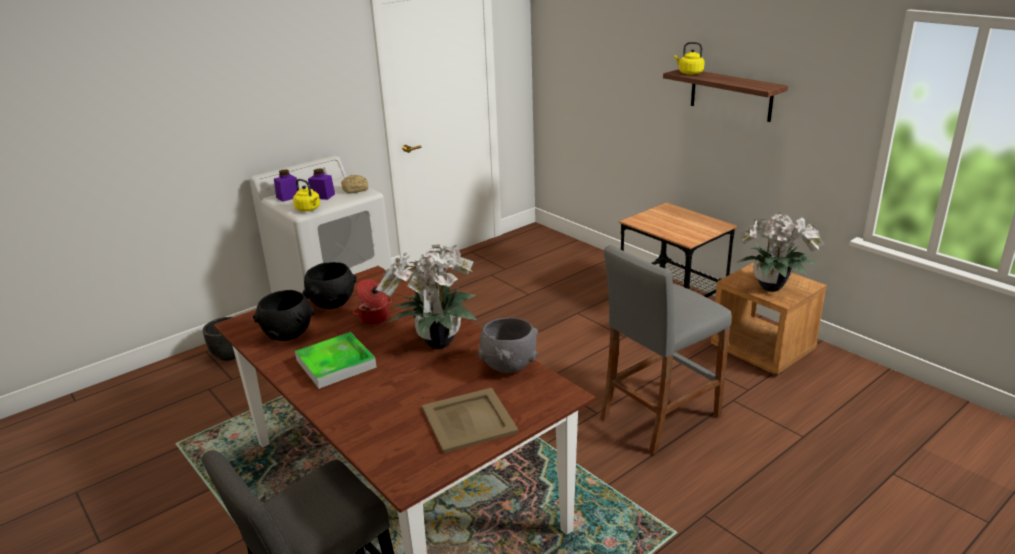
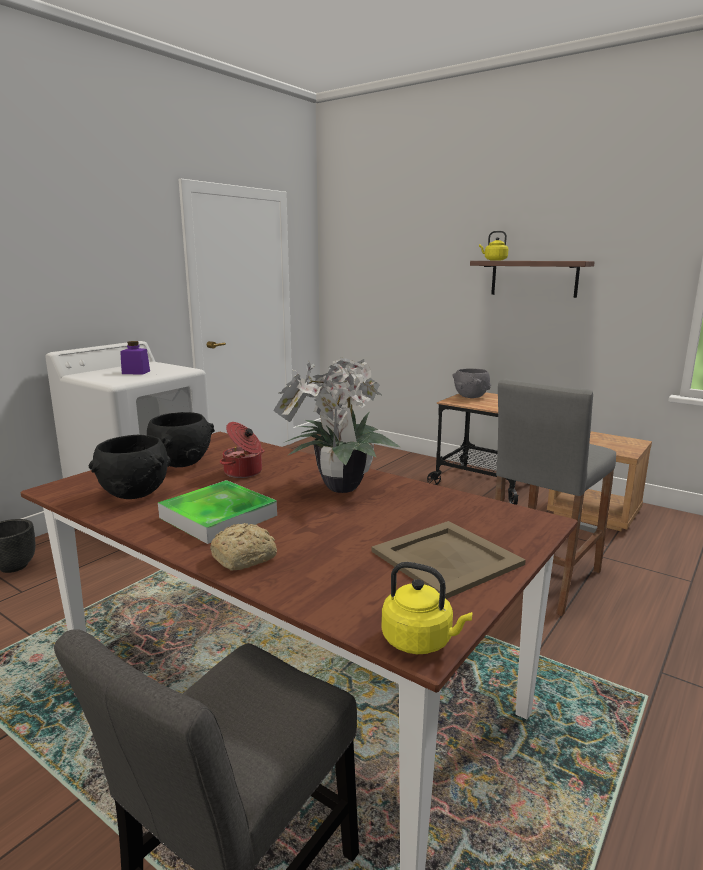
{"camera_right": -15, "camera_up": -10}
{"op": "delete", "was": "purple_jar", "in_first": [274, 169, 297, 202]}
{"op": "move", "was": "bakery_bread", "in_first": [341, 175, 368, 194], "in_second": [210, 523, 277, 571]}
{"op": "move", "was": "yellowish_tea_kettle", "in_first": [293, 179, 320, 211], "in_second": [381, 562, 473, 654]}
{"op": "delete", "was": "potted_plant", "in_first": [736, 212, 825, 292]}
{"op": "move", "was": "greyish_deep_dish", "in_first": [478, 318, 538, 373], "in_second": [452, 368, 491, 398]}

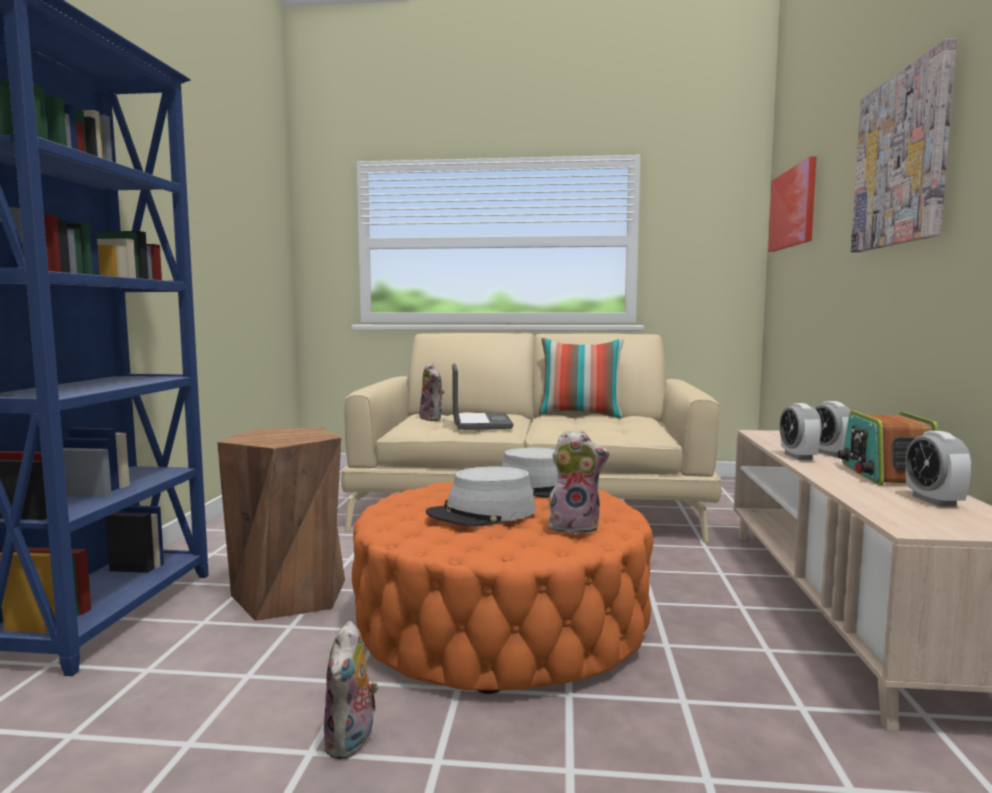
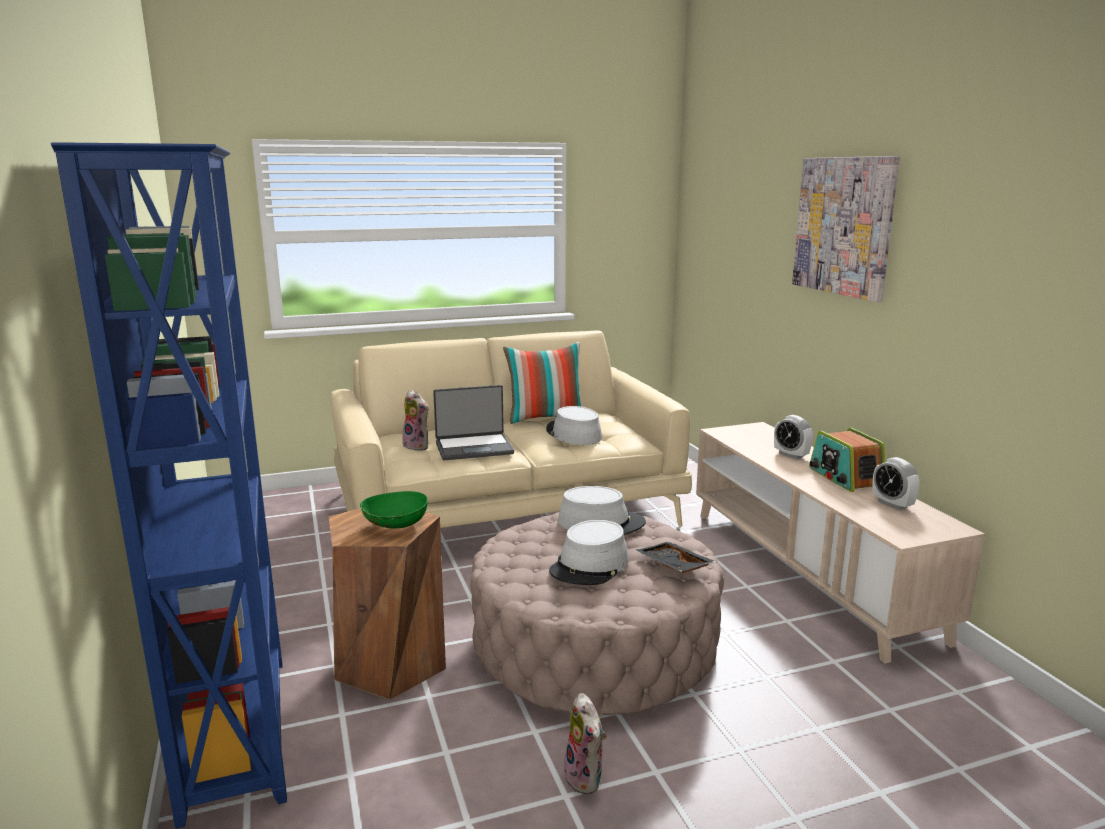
{"camera_right": -25, "camera_up": 10}
{"op": "delete", "was": "picture", "in_first": [768, 156, 816, 252]}
{"op": "rotate", "was": "notebook_computer", "in_first": [452, 363, 513, 430], "in_second": [433, 385, 514, 460], "clockwise": 105}
{"op": "delete", "was": "bedside_clock", "in_first": [779, 403, 822, 460]}
{"op": "replace", "was": "soft_toy", "now": "black-coloured_serving_tray", "in_first": [548, 430, 610, 534], "in_second": [636, 541, 716, 573]}
{"op": "recolor", "was": "orange-coloured_ottoman", "now": "sand-coloured_ottoman", "in_first": [352, 481, 654, 694], "in_second": [470, 512, 724, 715]}
{"op": "insert", "now": "greyish_wearable_hat", "in_second": [546, 406, 602, 445]}
{"op": "insert", "now": "greenish_deep_dish", "in_second": [360, 491, 428, 529]}

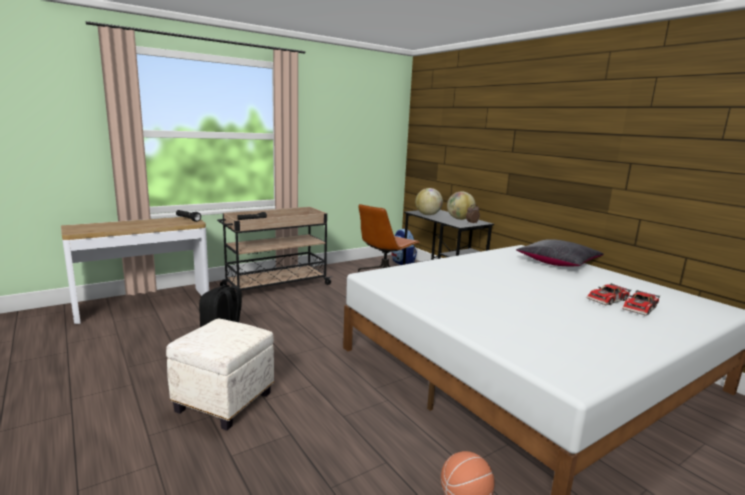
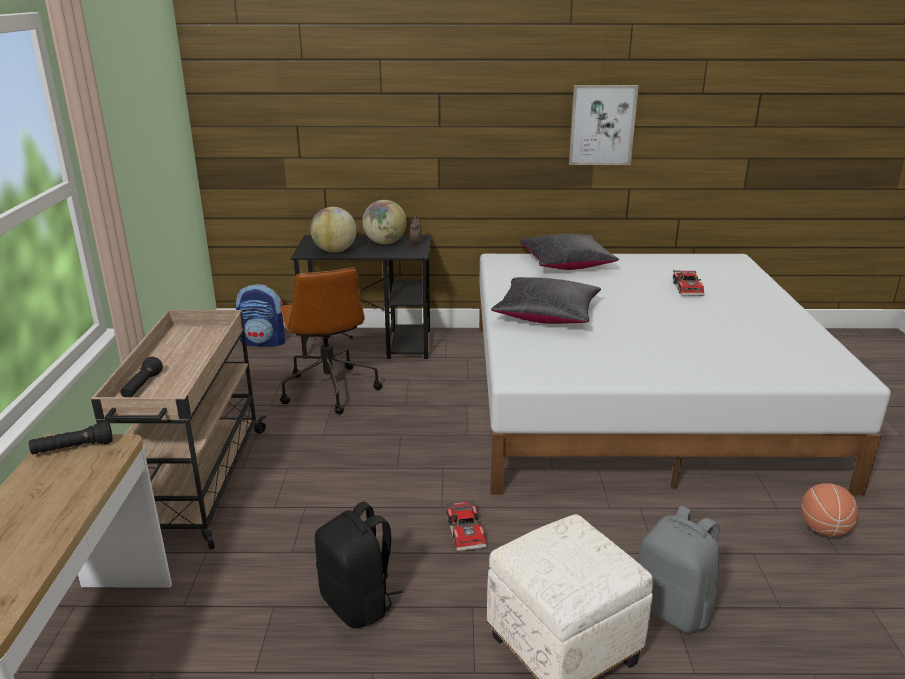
{"camera_right": -55, "camera_up": 10}
{"op": "move", "was": "toy_car", "in_first": [622, 290, 660, 316], "in_second": [446, 500, 487, 551]}
{"op": "insert", "now": "picture", "in_second": [569, 85, 639, 165]}
{"op": "insert", "now": "black-coloured_cushion", "in_second": [491, 277, 601, 324]}
{"op": "insert", "now": "greyish_backpack", "in_second": [638, 505, 720, 633]}

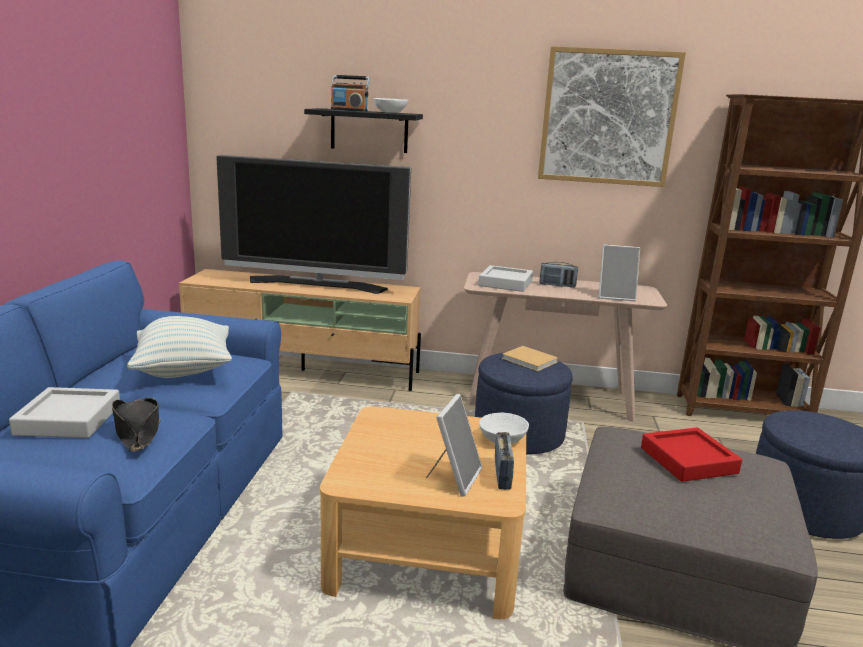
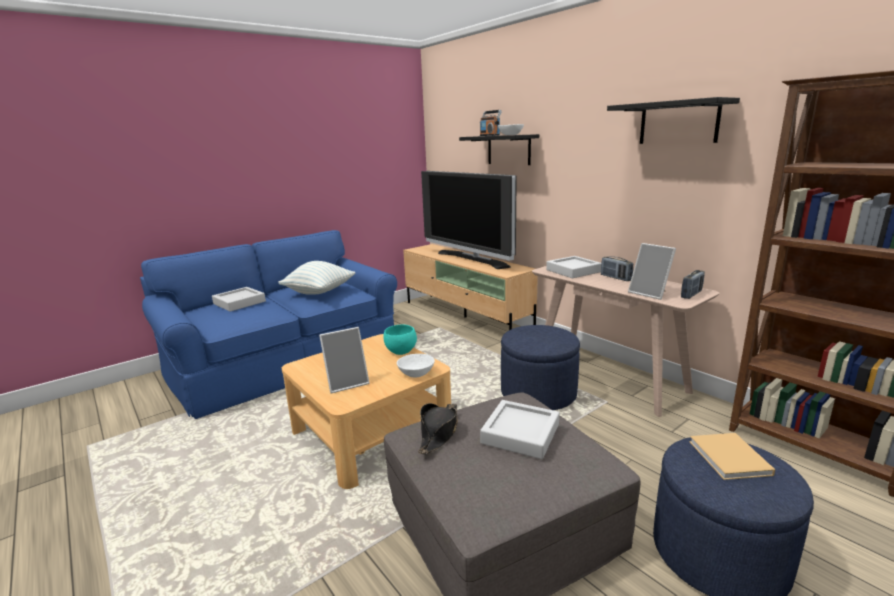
{"camera_right": 45, "camera_up": 0}
{"op": "replace", "was": "picture", "now": "black-coloured_wall_shelf", "in_first": [538, 46, 686, 187], "in_second": [607, 97, 740, 144]}
{"op": "move", "was": "sand-coloured_bound_book", "in_first": [502, 346, 558, 371], "in_second": [689, 433, 775, 480]}
{"op": "move", "was": "black-coloured_wearable_hat", "in_first": [112, 398, 160, 452], "in_second": [418, 403, 458, 454]}
{"op": "recolor", "was": "reddish_serving_tray", "now": "greyish_serving_tray", "in_first": [641, 428, 742, 482], "in_second": [480, 400, 559, 459]}
{"op": "move", "was": "radio_receiver", "in_first": [495, 432, 514, 490], "in_second": [681, 270, 705, 299]}
{"op": "insert", "now": "turquoise-coloured_deep_dish", "in_second": [384, 325, 417, 355]}

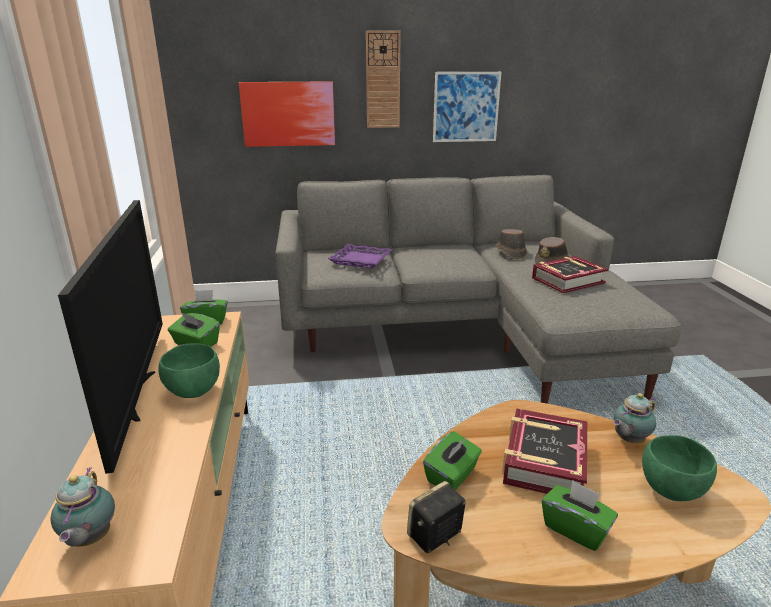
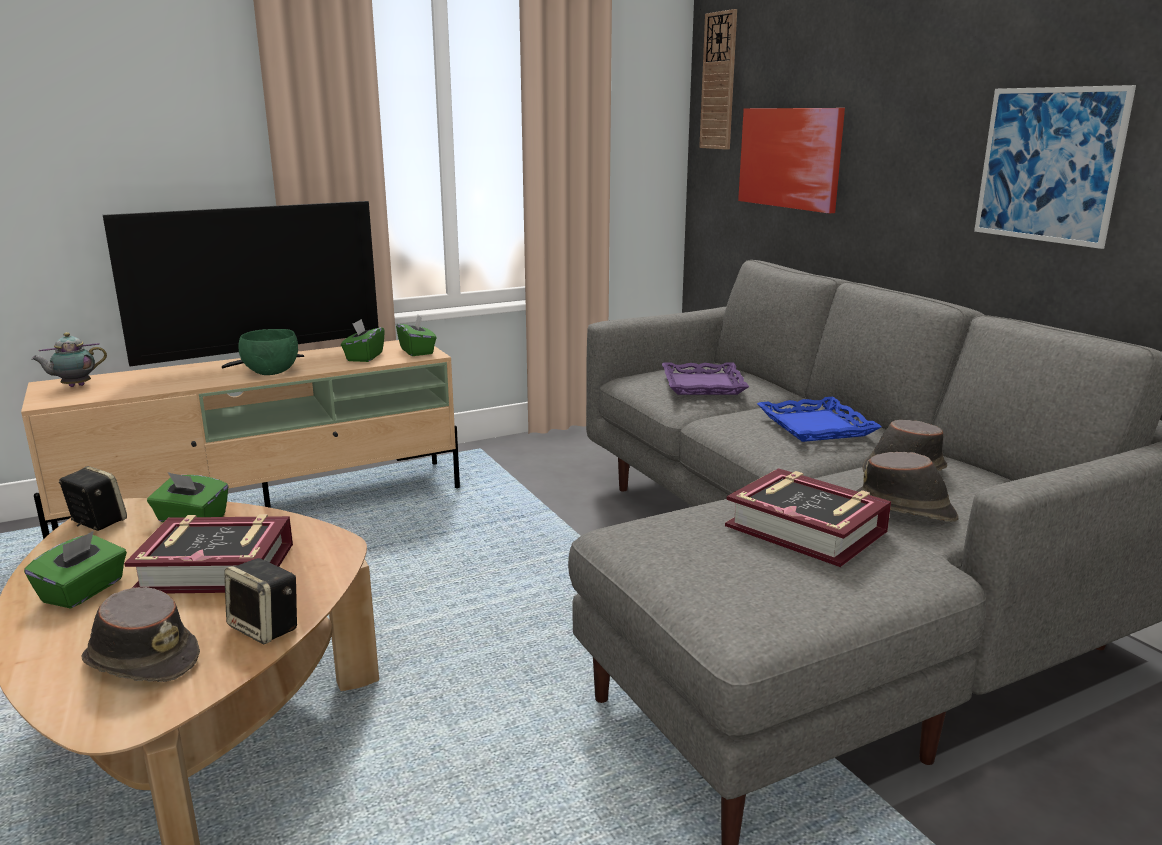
{"camera_right": 70, "camera_up": -5}
{"op": "move", "was": "wall_clock", "in_first": [366, 30, 401, 128], "in_second": [699, 9, 737, 150]}
{"op": "replace", "was": "tea_pot", "now": "loudspeaker", "in_first": [613, 393, 656, 443], "in_second": [224, 558, 297, 644]}
{"op": "replace", "was": "greenish_deep_dish", "now": "brownish_wearable_hat", "in_first": [642, 435, 717, 501], "in_second": [81, 587, 200, 682]}
{"op": "insert", "now": "bluish_serving_tray", "in_second": [757, 397, 882, 442]}

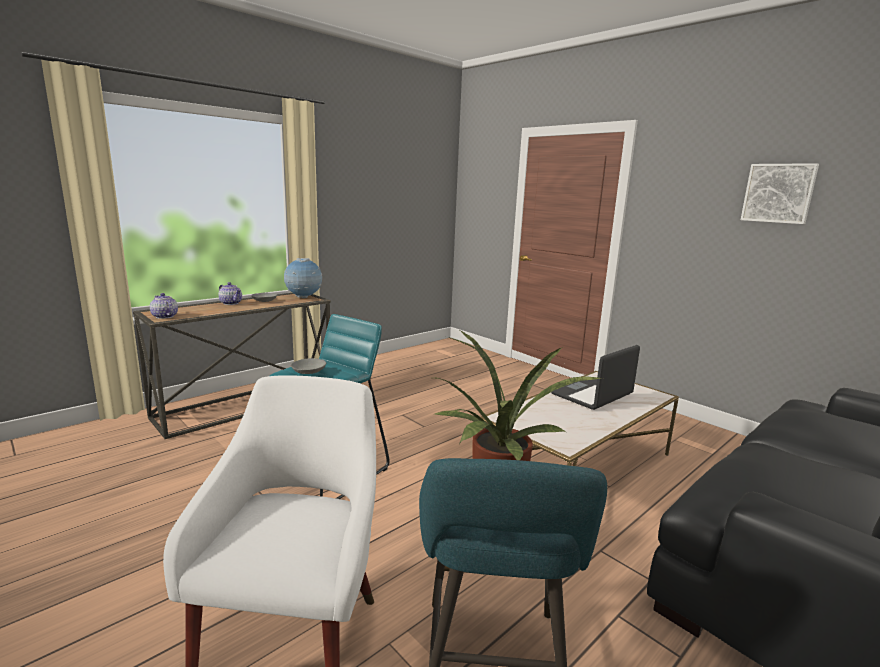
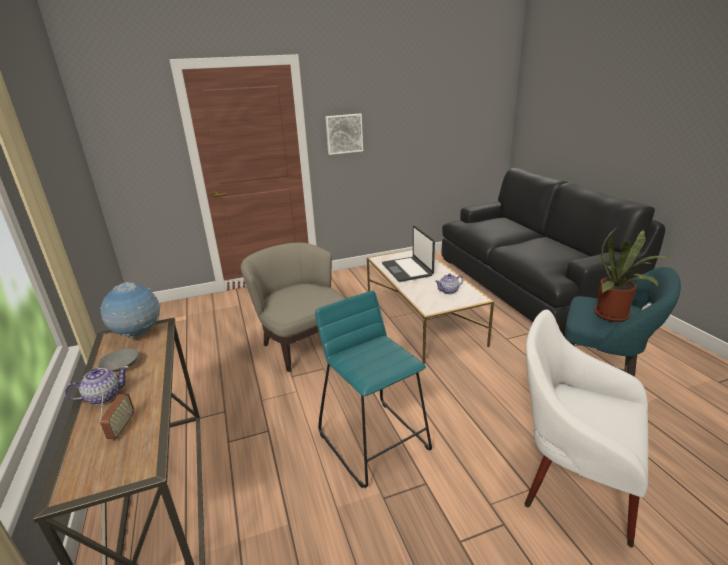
{"camera_right": -65, "camera_up": 10}
{"op": "move", "was": "picture", "in_first": [741, 163, 819, 224], "in_second": [325, 114, 363, 155]}
{"op": "move", "was": "tea_pot", "in_first": [150, 293, 178, 319], "in_second": [435, 274, 463, 294]}
{"op": "delete", "was": "greyish_deep_dish", "in_first": [291, 358, 326, 374]}
{"op": "insert", "now": "sand-coloured_lounge_chair", "in_second": [241, 242, 346, 372]}
{"op": "insert", "now": "radio_receiver", "in_second": [100, 388, 134, 439]}

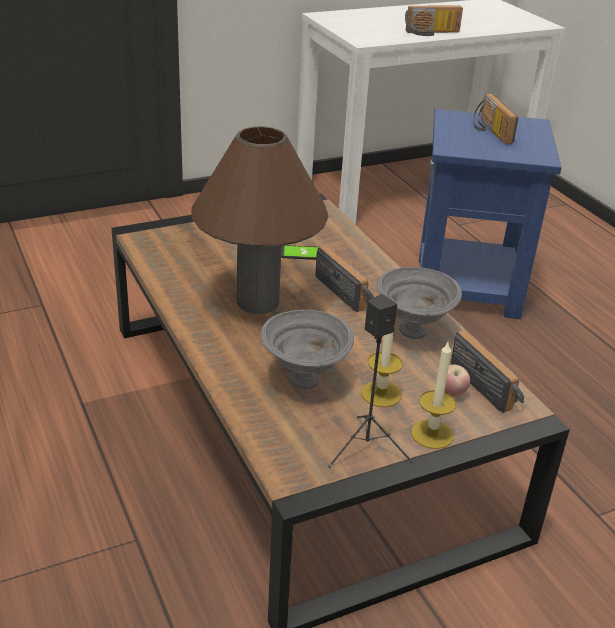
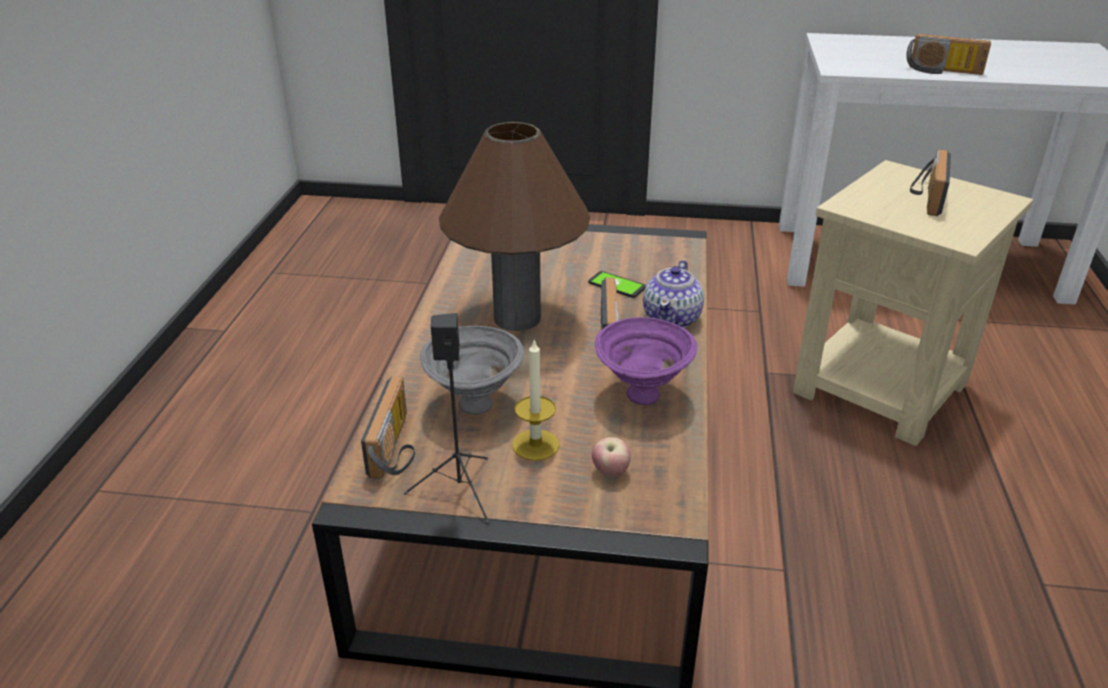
{"camera_right": 35, "camera_up": 0}
{"op": "recolor", "was": "bluish_accent_table", "now": "sand-coloured_accent_table", "in_first": [419, 109, 562, 319], "in_second": [793, 160, 1033, 446]}
{"op": "recolor", "was": "greyish_deep_dish", "now": "purple_deep_dish", "in_first": [377, 267, 462, 339], "in_second": [595, 317, 697, 405]}
{"op": "move", "was": "radio_receiver", "in_first": [451, 331, 524, 413], "in_second": [361, 376, 415, 479]}
{"op": "delete", "was": "candle", "in_first": [411, 342, 456, 449]}
{"op": "insert", "now": "tea_pot", "in_second": [643, 260, 704, 328]}

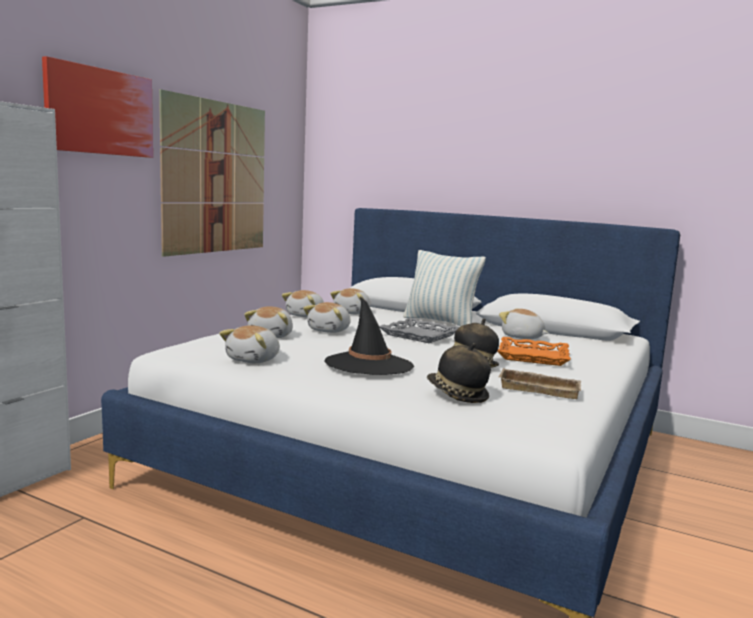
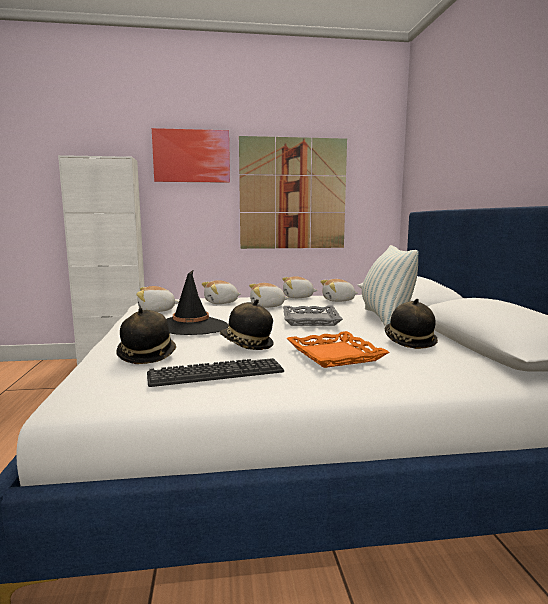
{"camera_right": 55, "camera_up": 0}
{"op": "replace", "was": "soft_toy", "now": "wearable_hat", "in_first": [499, 308, 548, 339], "in_second": [385, 299, 438, 349]}
{"op": "replace", "was": "sand-coloured_serving_tray", "now": "keyboard", "in_first": [499, 368, 581, 399], "in_second": [147, 358, 284, 387]}

